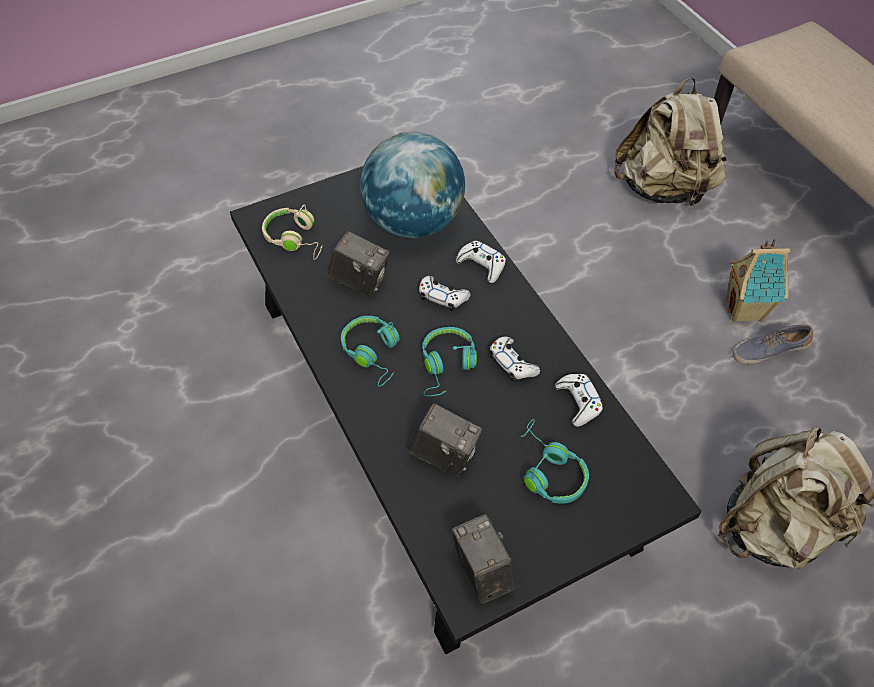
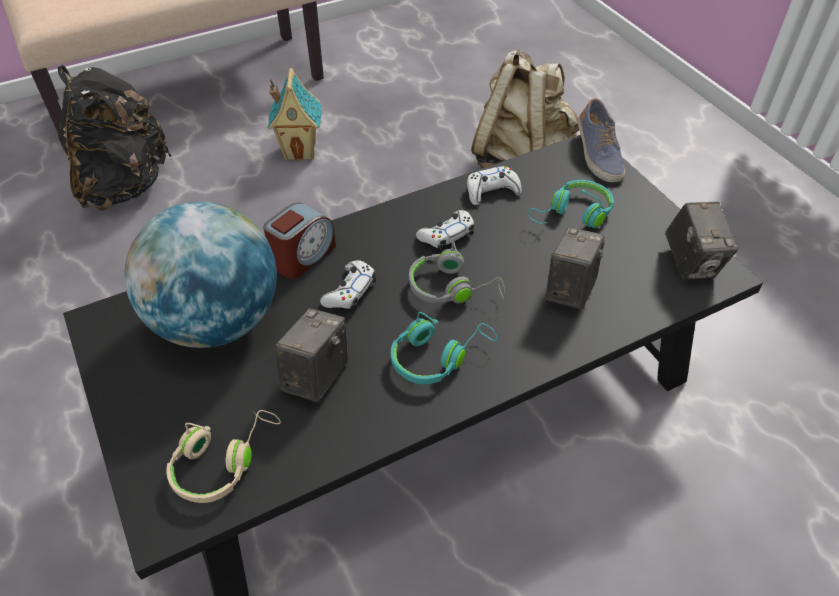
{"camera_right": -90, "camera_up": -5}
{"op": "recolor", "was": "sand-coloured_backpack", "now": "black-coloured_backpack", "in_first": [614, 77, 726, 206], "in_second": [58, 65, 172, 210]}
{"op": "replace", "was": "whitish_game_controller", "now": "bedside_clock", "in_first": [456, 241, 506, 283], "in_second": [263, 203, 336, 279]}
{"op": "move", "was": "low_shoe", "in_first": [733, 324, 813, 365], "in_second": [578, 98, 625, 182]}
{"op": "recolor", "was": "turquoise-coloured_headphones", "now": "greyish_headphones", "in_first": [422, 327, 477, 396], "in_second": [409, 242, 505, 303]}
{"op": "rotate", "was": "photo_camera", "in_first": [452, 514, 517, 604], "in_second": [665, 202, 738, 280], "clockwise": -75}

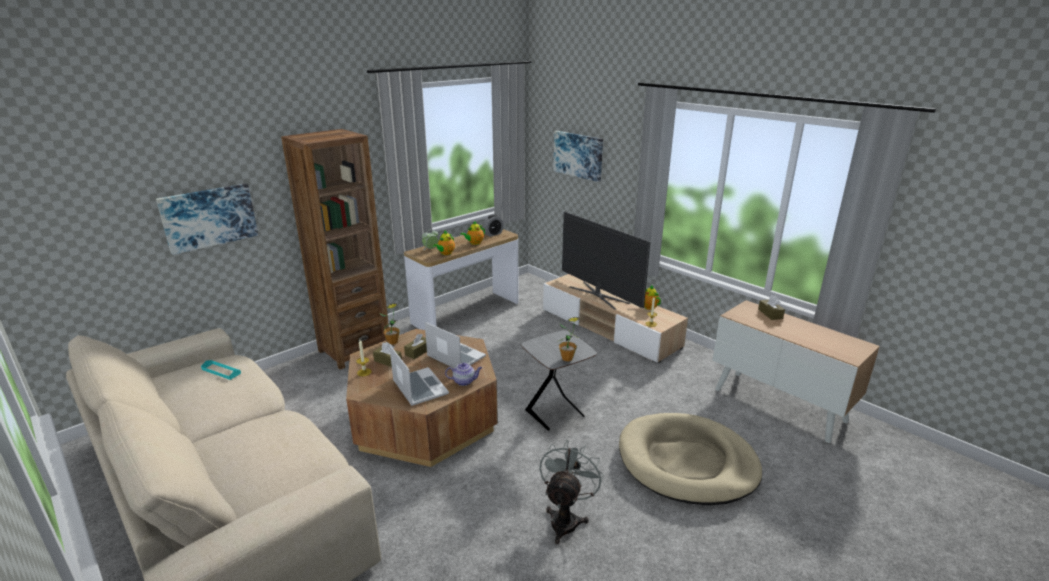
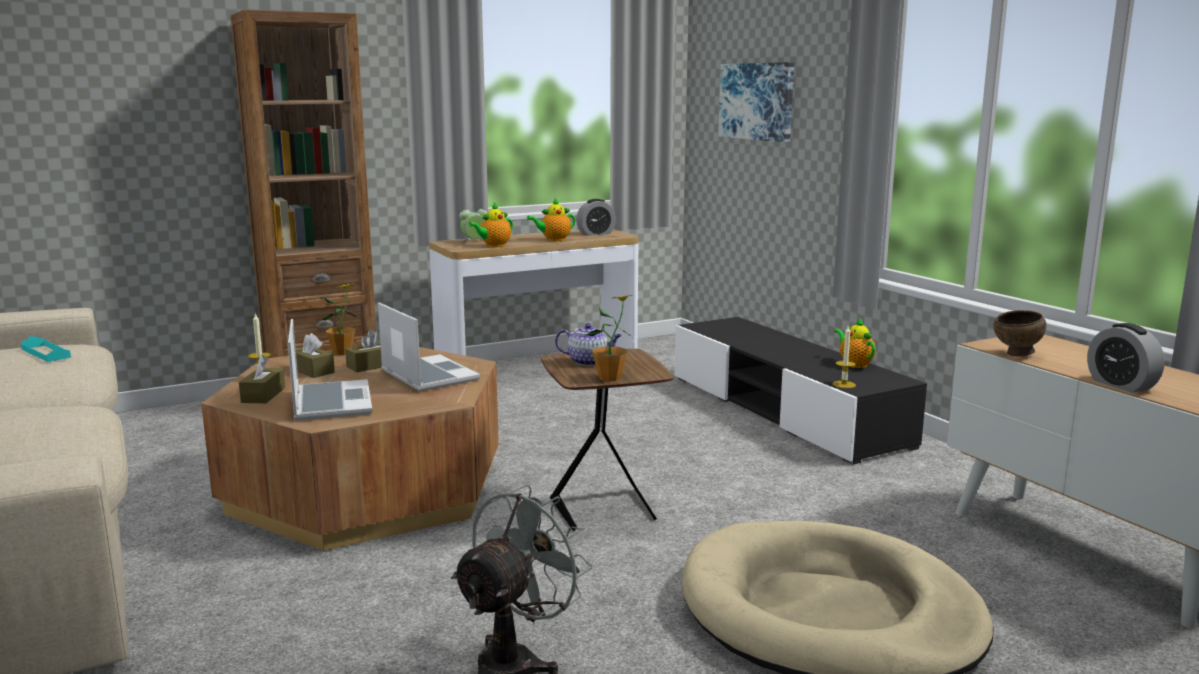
{"camera_right": 15, "camera_up": -10}
{"op": "delete", "was": "picture", "in_first": [156, 183, 258, 255]}
{"op": "delete", "was": "television", "in_first": [562, 211, 650, 310]}
{"op": "recolor", "was": "sand-coloured_tv_stand", "now": "black-coloured_tv_stand", "in_first": [543, 274, 688, 364], "in_second": [675, 317, 927, 465]}
{"op": "move", "was": "brownish_tissue_holder", "in_first": [758, 295, 785, 320], "in_second": [239, 355, 285, 403]}
{"op": "recolor", "was": "greyish_accent_table", "now": "brownish_accent_table", "in_first": [521, 330, 597, 431], "in_second": [541, 349, 674, 531]}
{"op": "move", "was": "tea_pot", "in_first": [445, 363, 482, 386], "in_second": [555, 323, 622, 366]}
{"op": "insert", "now": "brownish_deep_dish", "in_second": [993, 310, 1046, 357]}
{"op": "insert", "now": "bedside_clock", "in_second": [1087, 323, 1164, 393]}

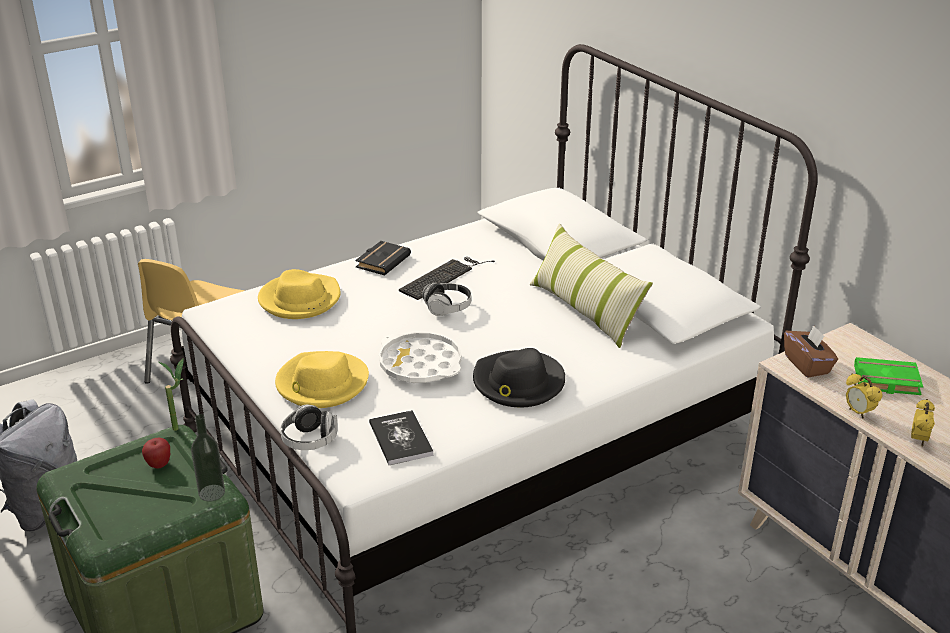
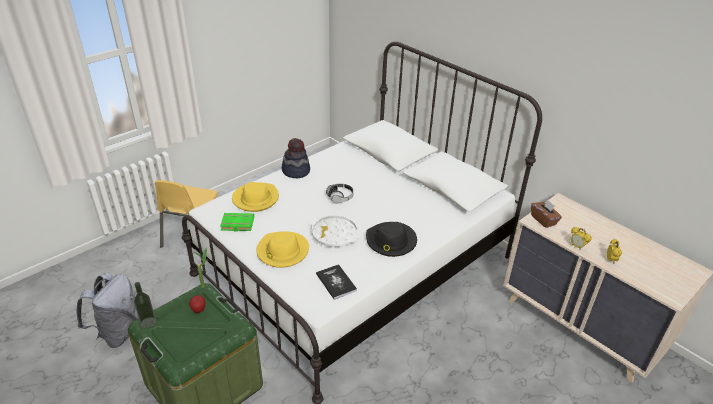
{"camera_right": -10, "camera_up": 5}
{"op": "delete", "was": "cushion", "in_first": [530, 223, 653, 348]}
{"op": "replace", "was": "black-coloured_bound_book", "now": "wearable_hat", "in_first": [355, 241, 411, 276], "in_second": [282, 138, 310, 178]}
{"op": "delete", "was": "keyboard", "in_first": [399, 257, 495, 300]}
{"op": "move", "was": "greenish_bound_book", "in_first": [854, 357, 923, 395], "in_second": [220, 213, 254, 232]}
{"op": "delete", "was": "headphones", "in_first": [280, 404, 337, 450]}
{"op": "move", "was": "drink_bottle", "in_first": [191, 414, 225, 502], "in_second": [134, 282, 156, 328]}

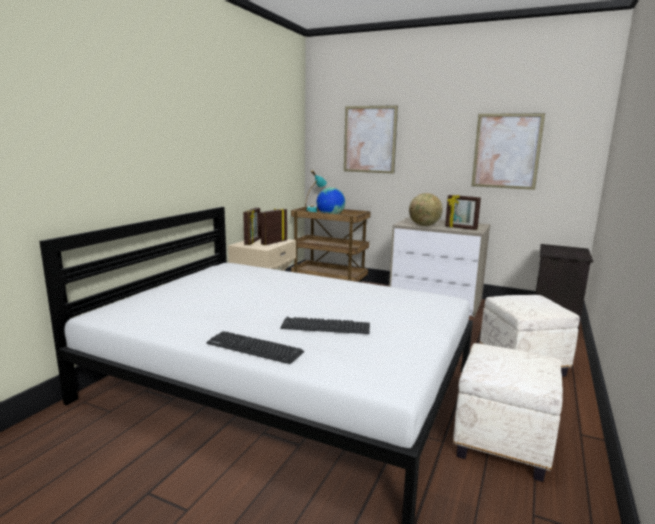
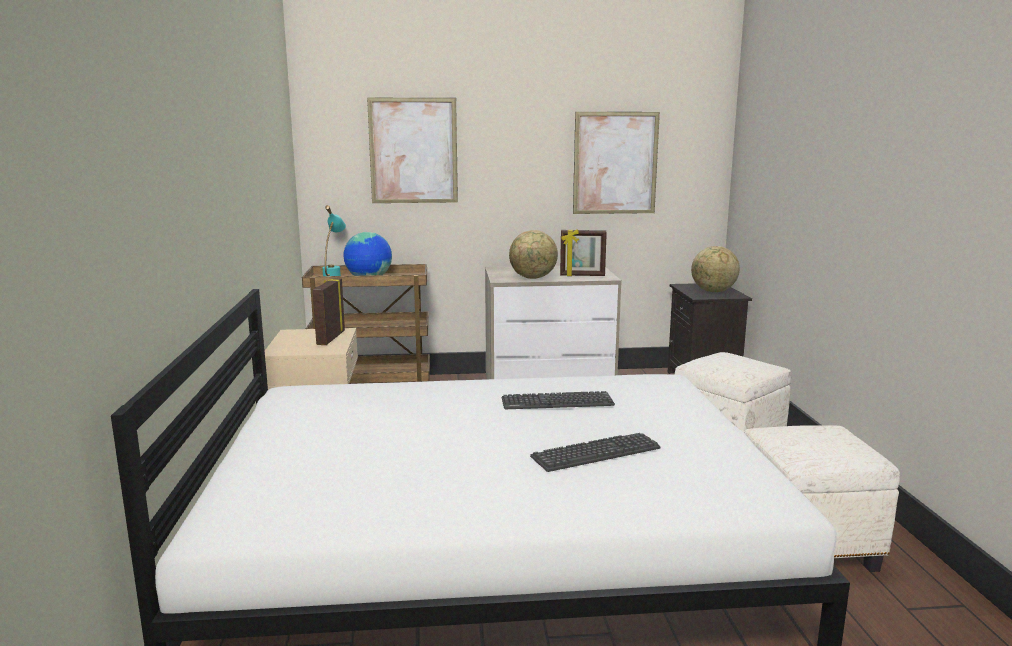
{"camera_right": -30, "camera_up": 0}
{"op": "delete", "was": "standing_frame", "in_first": [243, 208, 261, 245]}
{"op": "move", "was": "keyboard", "in_first": [206, 331, 304, 364], "in_second": [502, 391, 615, 409]}
{"op": "insert", "now": "world_globe", "in_second": [691, 246, 740, 292]}

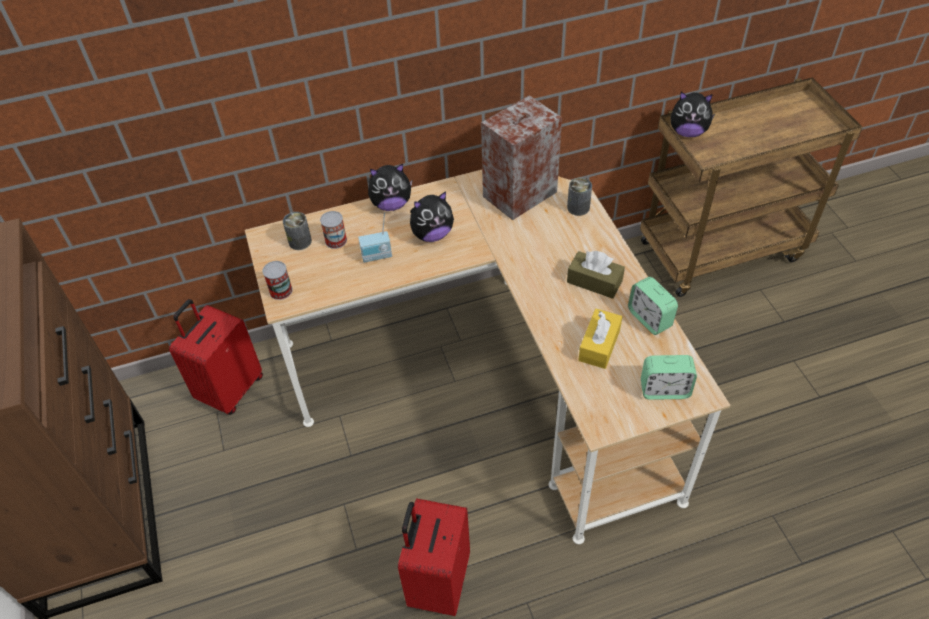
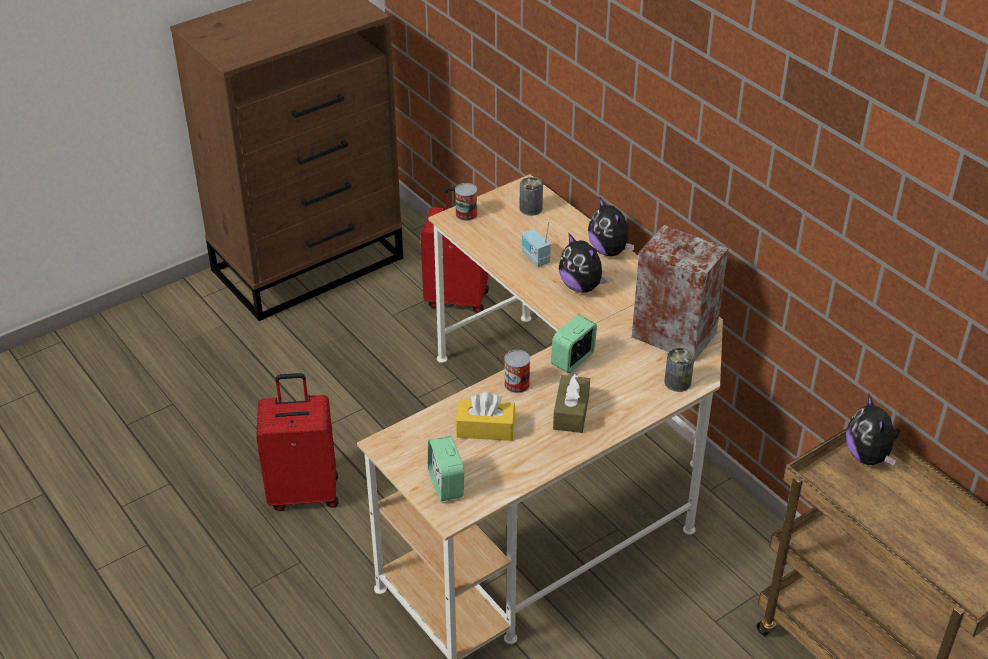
{"camera_right": 70, "camera_up": -10}
{"op": "move", "was": "can", "in_first": [320, 211, 347, 249], "in_second": [504, 350, 530, 393]}
{"op": "move", "was": "bedside_clock", "in_first": [628, 277, 678, 335], "in_second": [551, 315, 597, 373]}

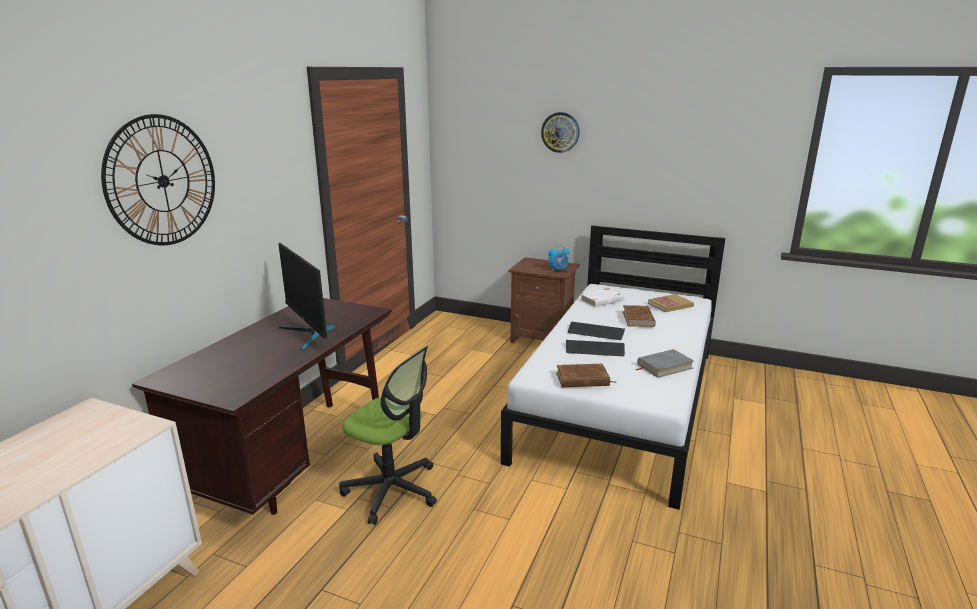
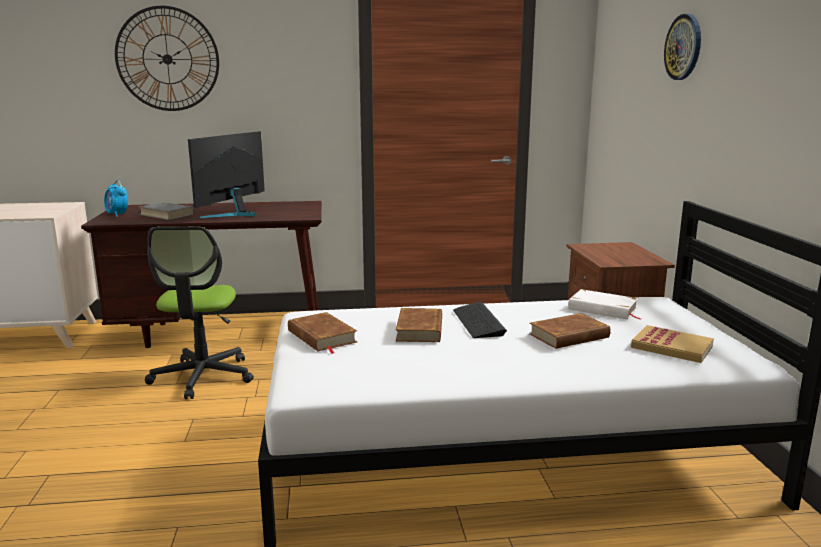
{"camera_right": 60, "camera_up": -5}
{"op": "move", "was": "bedside_clock", "in_first": [548, 245, 569, 272], "in_second": [104, 180, 128, 217]}
{"op": "replace", "was": "keyboard", "now": "brownish_bound_book", "in_first": [566, 340, 625, 356], "in_second": [396, 308, 442, 342]}
{"op": "move", "was": "greyish_bound_book", "in_first": [635, 349, 694, 378], "in_second": [139, 202, 193, 220]}

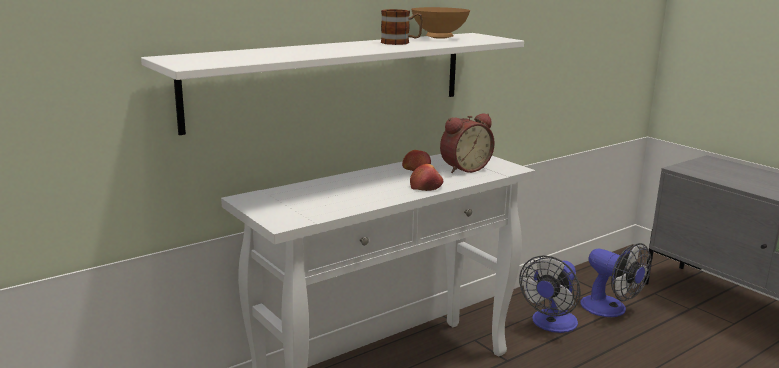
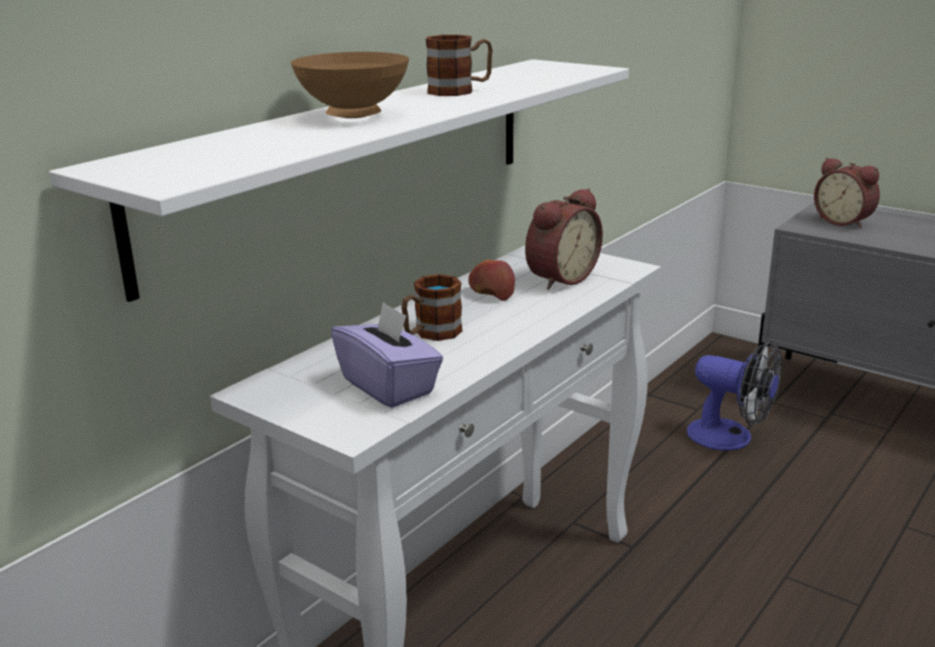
{"camera_right": -15, "camera_up": 5}
{"op": "move", "was": "brownish_deep_dish", "in_first": [411, 7, 470, 39], "in_second": [291, 52, 409, 118]}
{"op": "delete", "was": "apple_fruit", "in_first": [410, 164, 443, 191]}
{"op": "delete", "was": "electric_fan", "in_first": [519, 255, 580, 333]}
{"op": "insert", "now": "bedside_clock", "in_second": [814, 158, 880, 229]}
{"op": "insert", "now": "coffee_mug", "in_second": [401, 274, 463, 341]}
{"op": "insert", "now": "purple_tissue_holder", "in_second": [331, 301, 443, 408]}

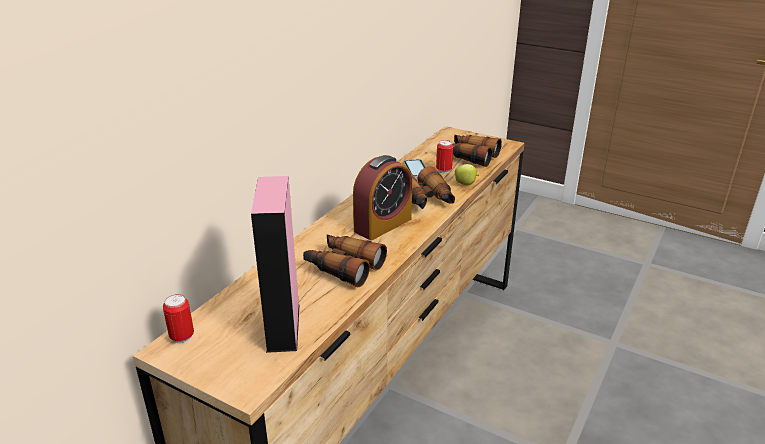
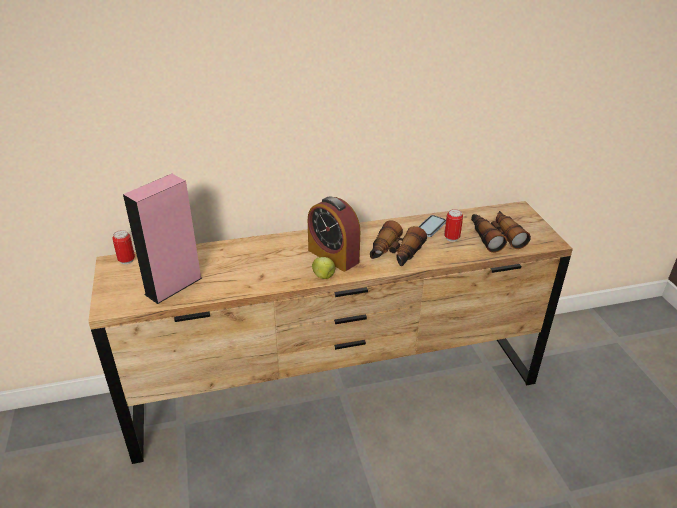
{"camera_right": 45, "camera_up": 5}
{"op": "rotate", "was": "bedside_clock", "in_first": [353, 155, 412, 240], "in_second": [308, 197, 360, 272], "clockwise": 45}
{"op": "move", "was": "apple_fruit", "in_first": [455, 164, 479, 185], "in_second": [312, 257, 335, 279]}
{"op": "delete", "was": "binoculars", "in_first": [303, 234, 387, 287]}

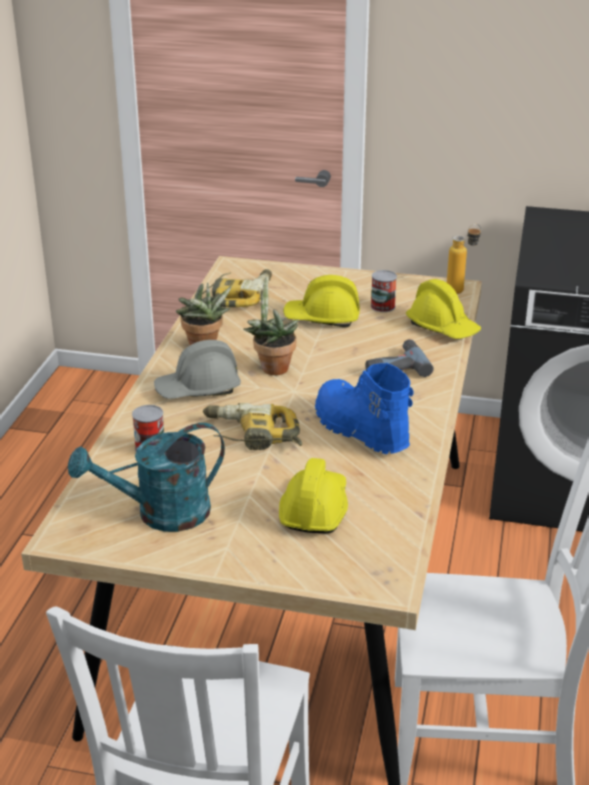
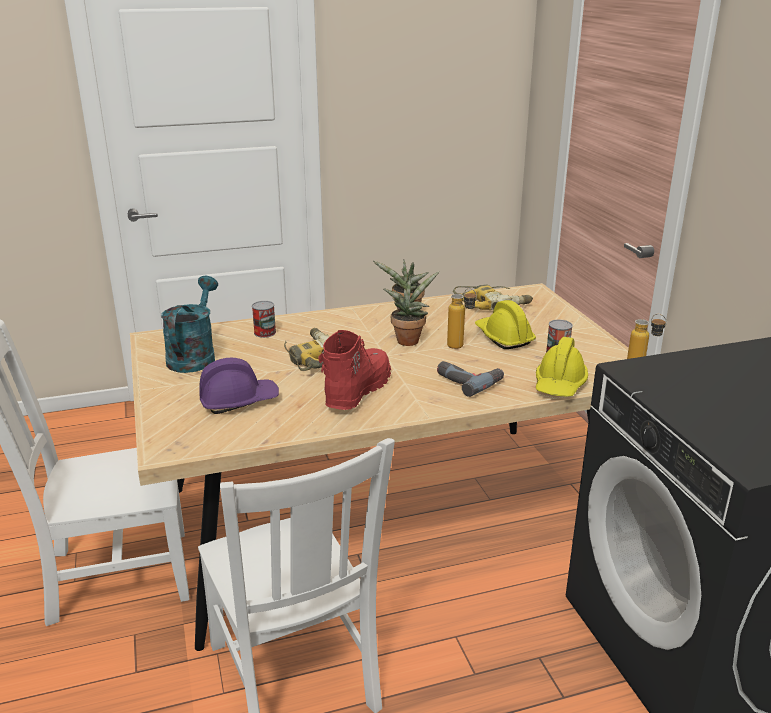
{"camera_right": 60, "camera_up": -5}
{"op": "delete", "was": "greyish_work_helmet", "in_first": [154, 340, 241, 399]}
{"op": "recolor", "was": "bluish_boot", "now": "reddish_boot", "in_first": [315, 363, 414, 454], "in_second": [318, 330, 391, 410]}
{"op": "rotate", "was": "turquoise-coloured_sprinkling_can", "in_first": [68, 423, 225, 532], "in_second": [161, 276, 218, 373], "clockwise": 60}
{"op": "recolor", "was": "yellowish_work_helmet", "now": "purple_work_helmet", "in_first": [279, 458, 348, 533], "in_second": [199, 358, 279, 414]}
{"op": "insert", "now": "drink_bottle", "in_second": [447, 288, 477, 349]}

